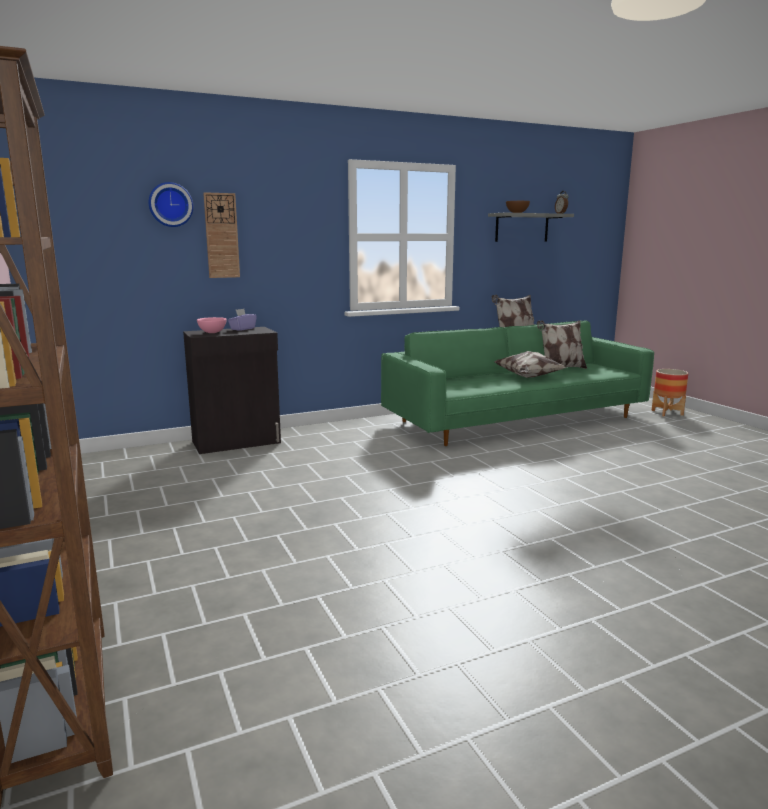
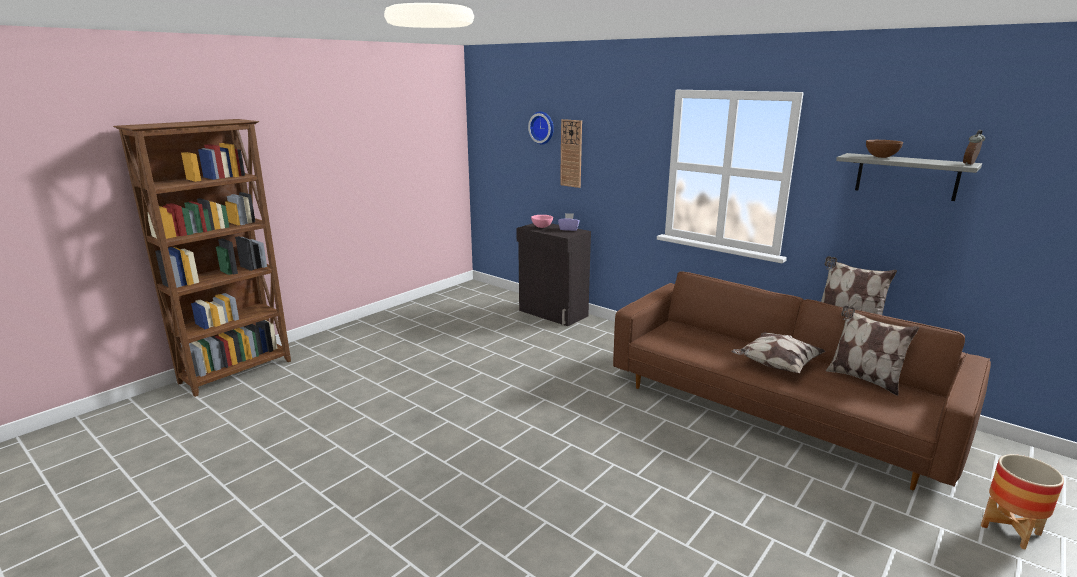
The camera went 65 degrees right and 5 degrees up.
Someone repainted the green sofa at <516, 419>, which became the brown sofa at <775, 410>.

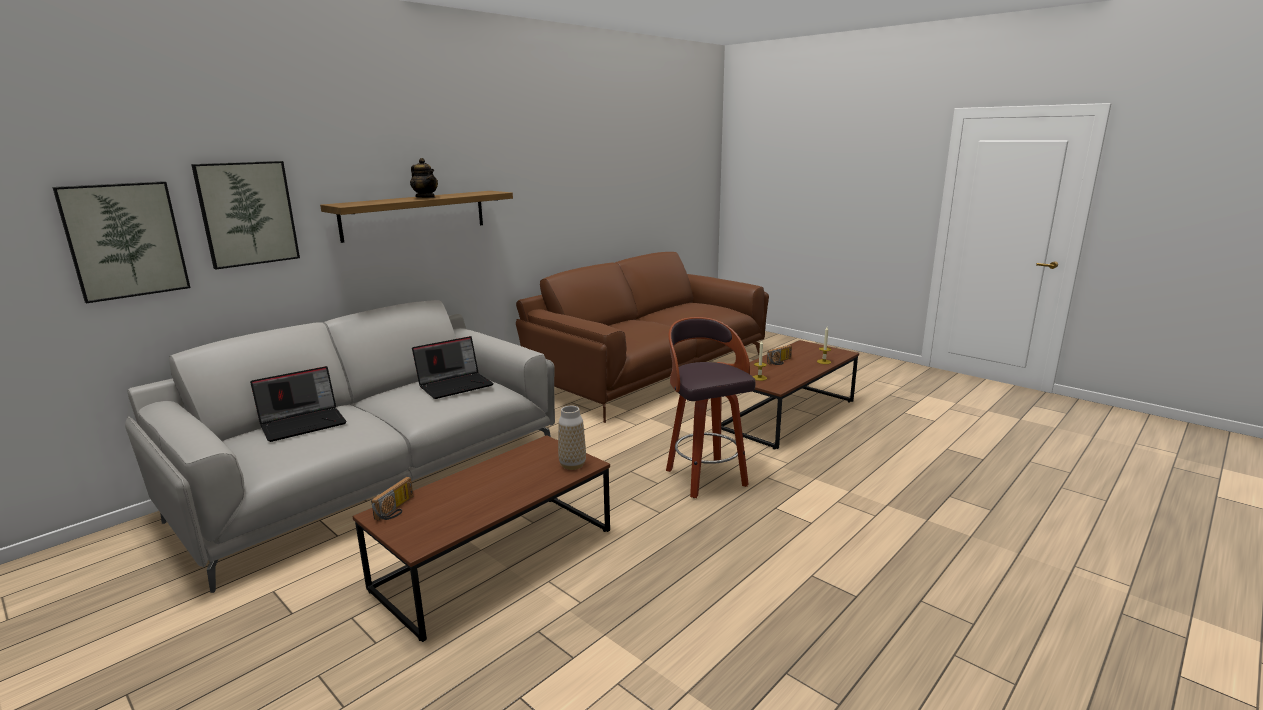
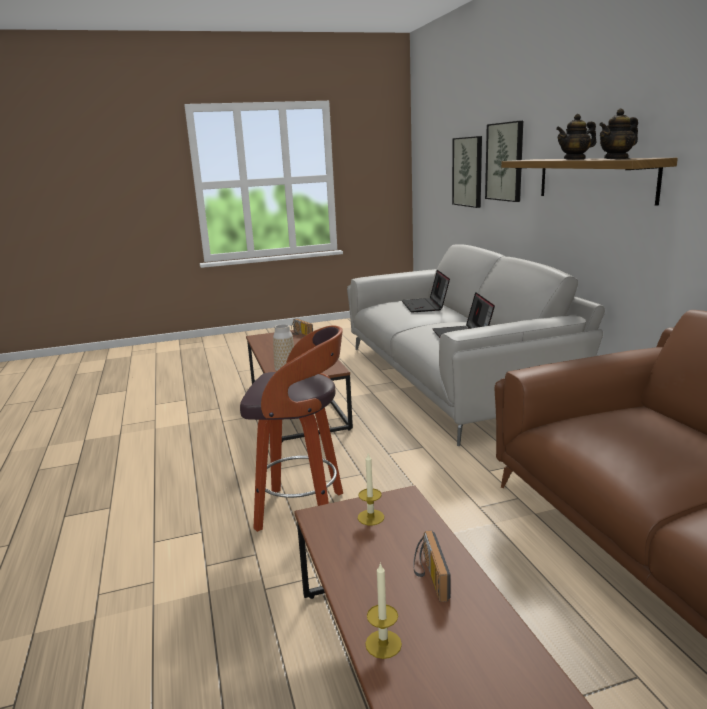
The camera went 120 degrees right and 0 degrees up.
Someone put down the teapot at <616, 159>.

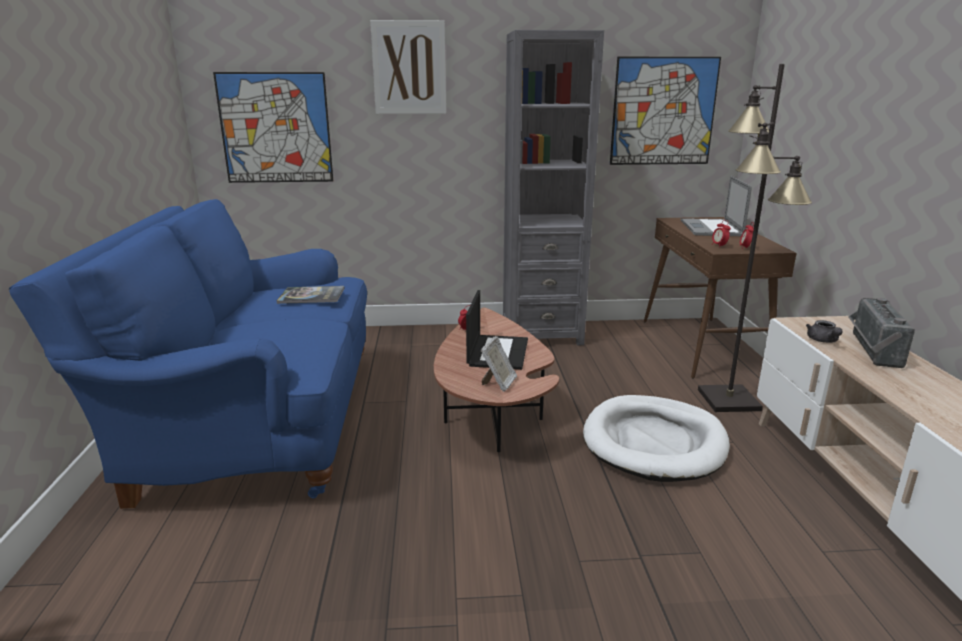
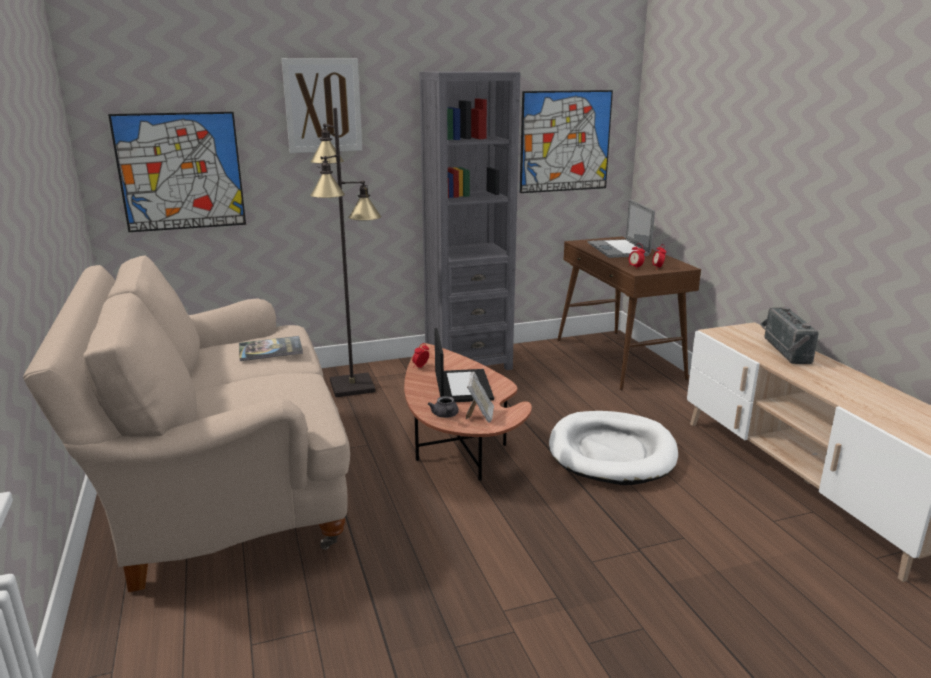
The camera went 15 degrees left and 0 degrees up.
Someone repainted the blue sofa at <254, 424>, which became the beige sofa at <221, 488>.
Someone carried the black floor lamp from <729, 399> to <353, 386>.
Someone carried the grey teapot from <823, 341> to <445, 415>.

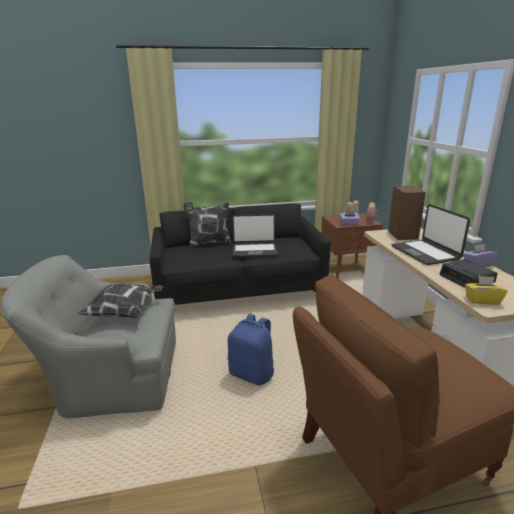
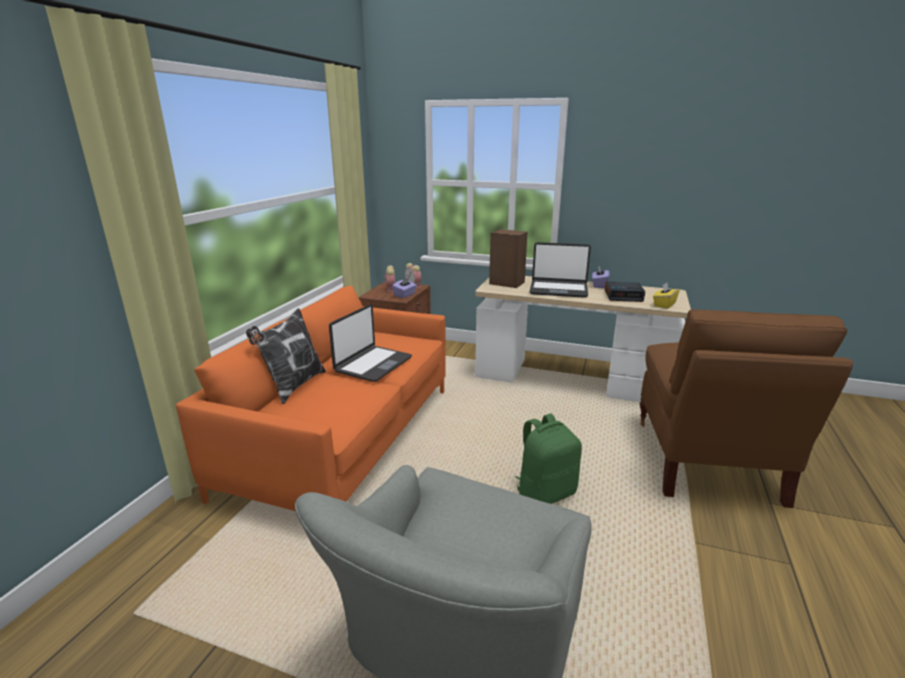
The camera went 60 degrees left and 0 degrees up.
Someone repainted the black sofa at <239, 290>, which became the orange sofa at <345, 438>.
Someone repainted the blue backpack at <252, 374>, which became the green backpack at <545, 492>.
Someone took away the pillow at <125, 312>.

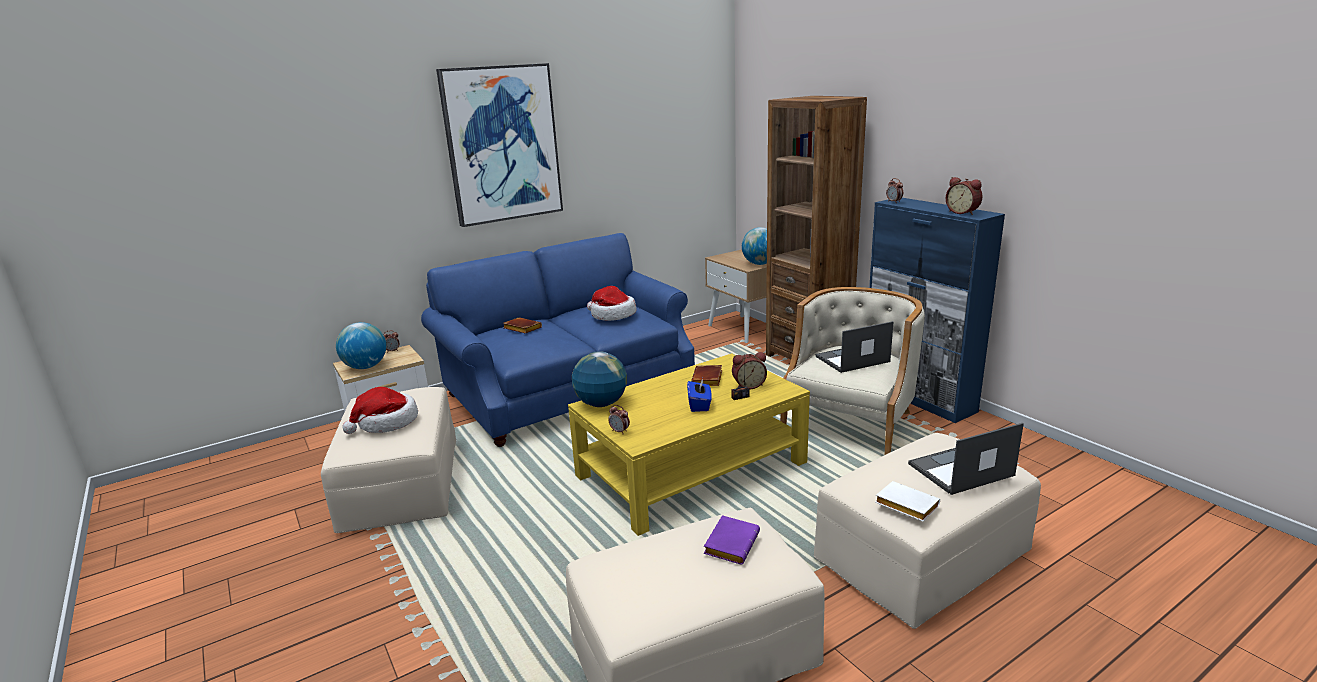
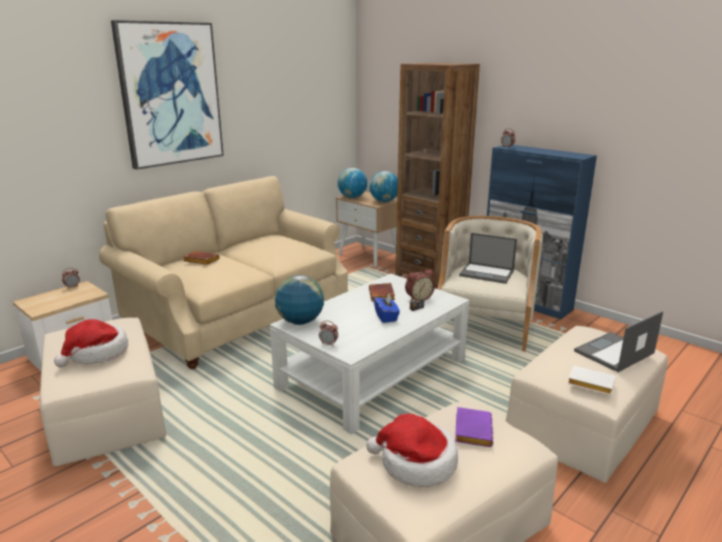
The camera went 15 degrees left and 0 degrees up.
Someone repainted the blue sofa at <569, 390>, which became the beige sofa at <238, 314>.
Someone repainted the yellow coffee table at <692, 468>, which became the white coffee table at <373, 372>.
Someone carried the globe from <365, 367> to <352, 197>.
Someone carried the hat from <612, 315> to <416, 463>.
Someone rotated the laptop at <851, 359> by 120 degrees counterclockwise.
Someone took away the alarm clock at <963, 212>.

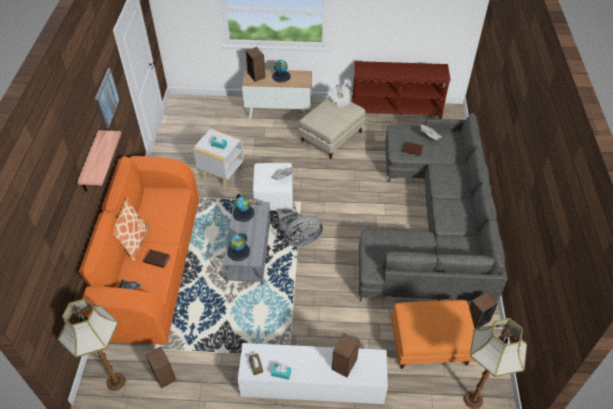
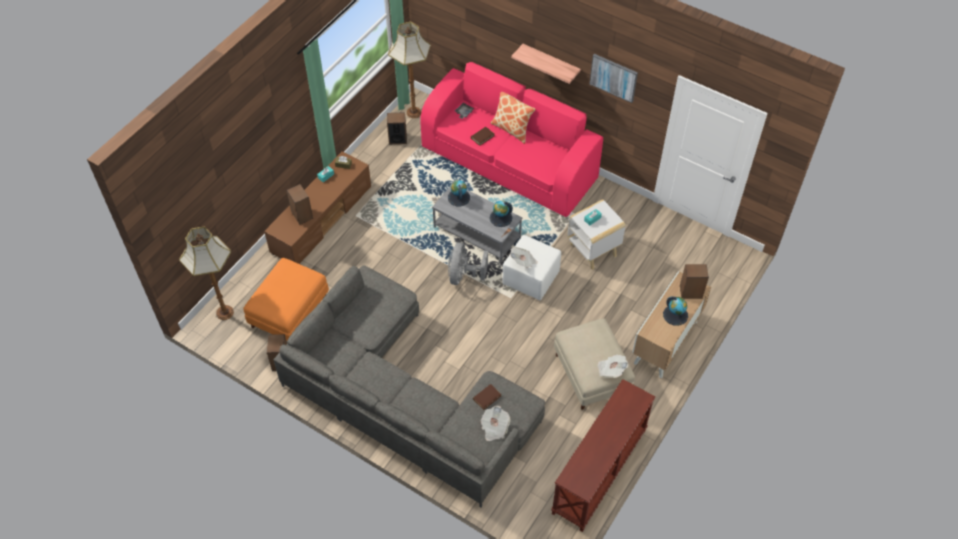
The camera went 120 degrees right and 5 degrees up.
Someone repainted the white tv stand at <312, 383>, which became the brown tv stand at <322, 219>.
Someone repainted the orange sofa at <152, 265>, which became the pink sofa at <509, 163>.

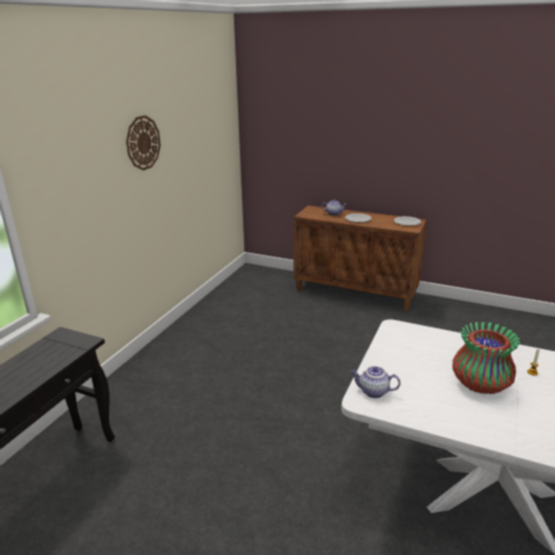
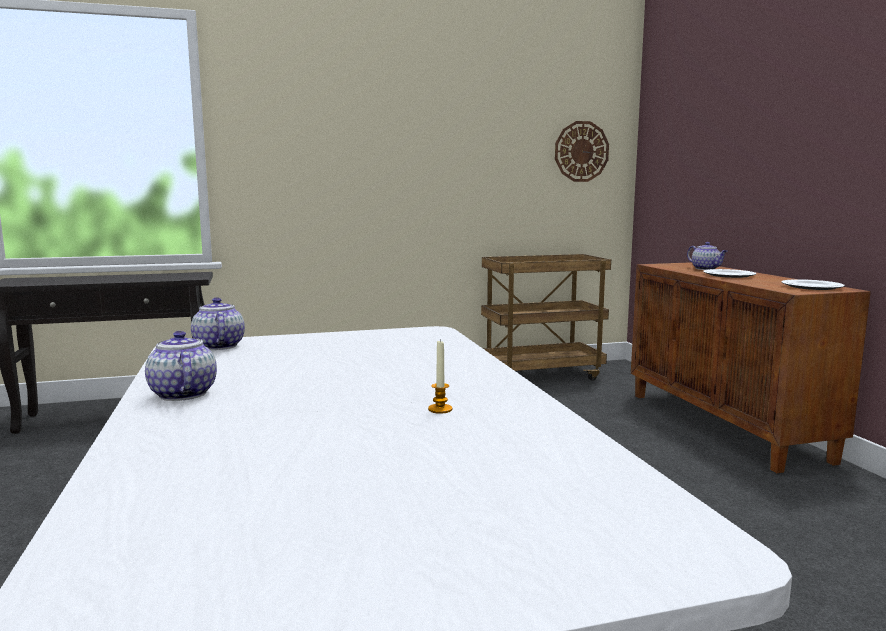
The camera went 50 degrees right and 15 degrees down.
Someone put down the teapot at <182, 394>.
Someone put down the brown cart at <542, 376>.
Someone carried the wall clock from <143, 143> to <581, 151>.
Someone took away the vase at <479, 384>.

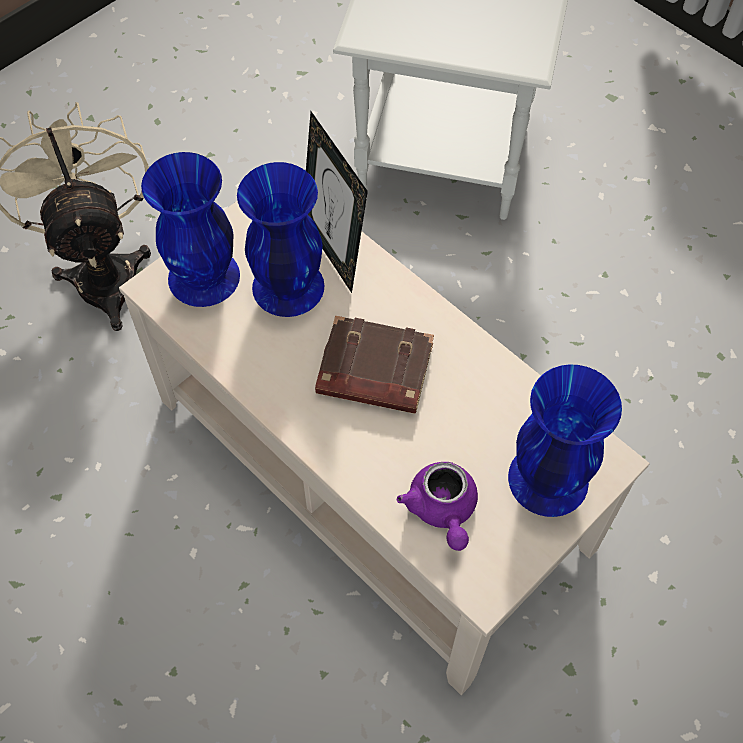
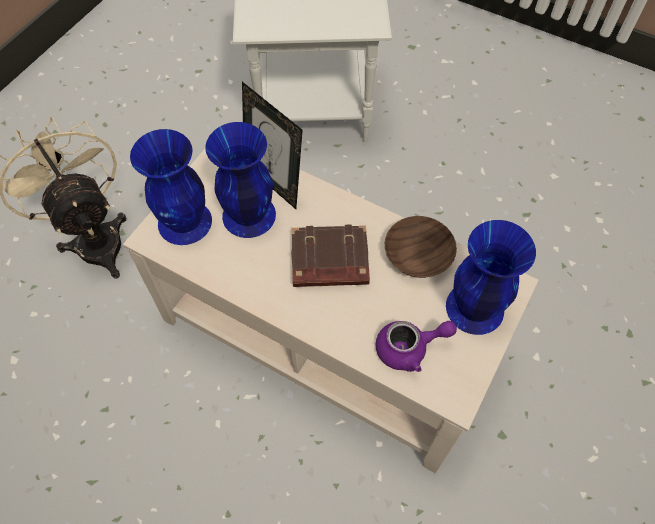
The camera went 15 degrees left and 0 degrees up.
Someone rotated the purple teapot at <442, 510> by 75 degrees counterclockwise.
Someone put down the brown bowl at <416, 256>.

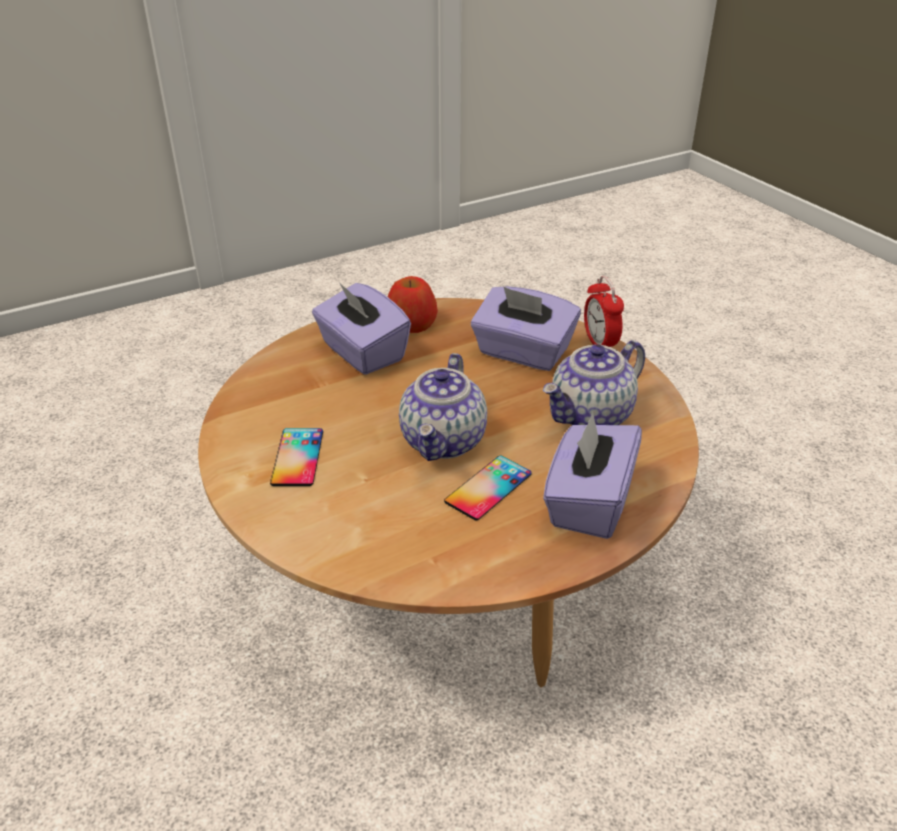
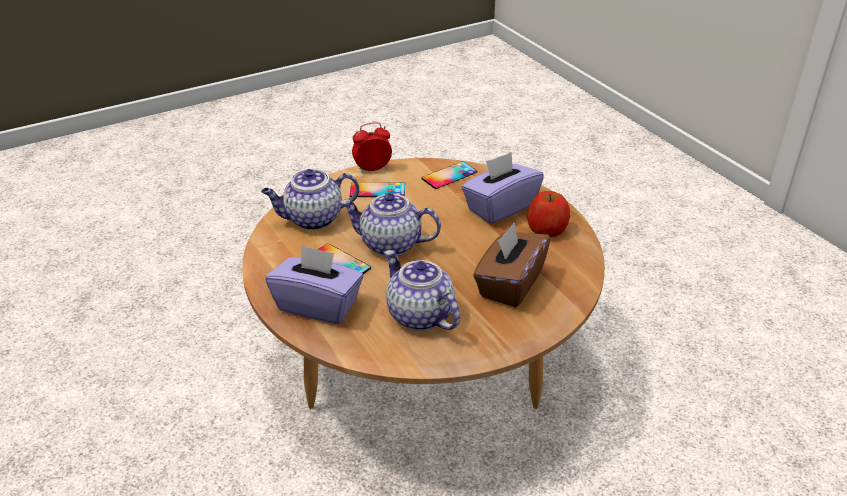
The camera went 90 degrees right and 0 degrees up.
Someone put down the teapot at <312, 219>.
Someone carried the alarm clock from <599, 344> to <372, 169>.
Someone put down the phone at <449, 175>.
Someone repainted the purple tissue box at <522, 353>, which became the brown tissue box at <509, 284>.

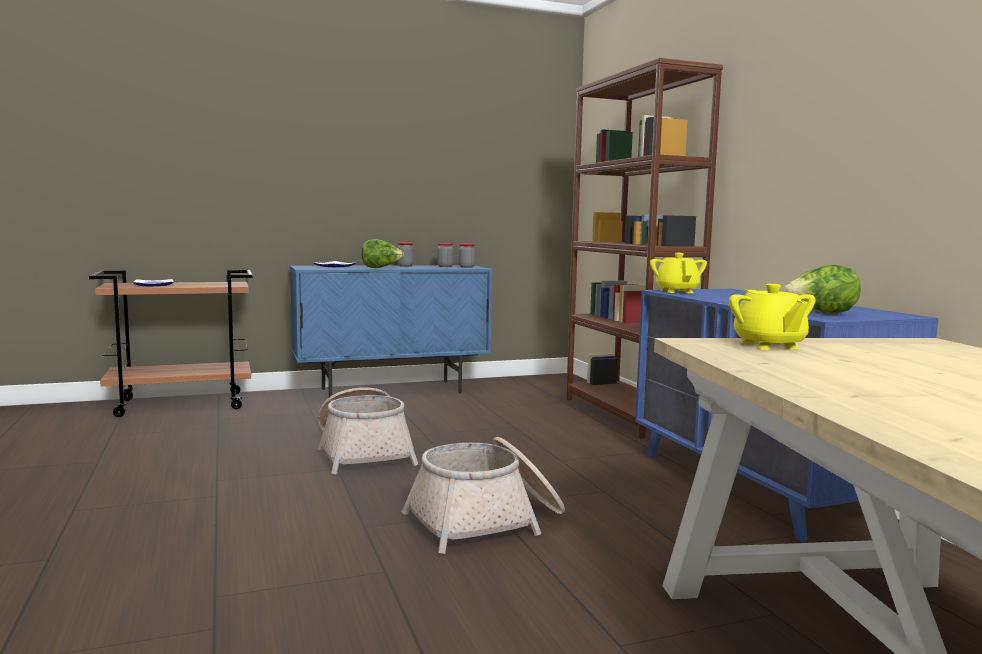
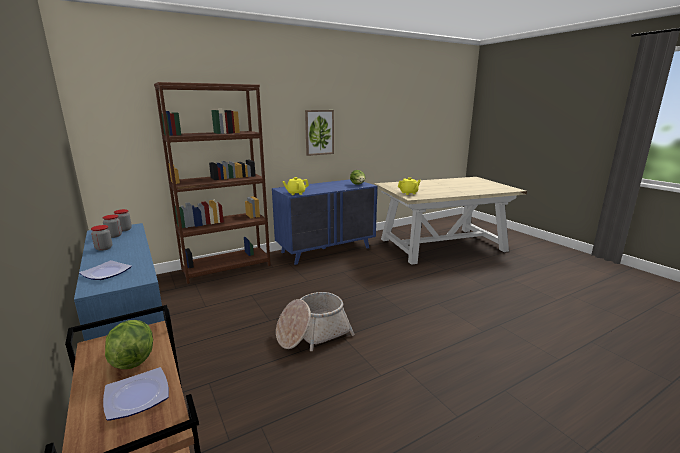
The camera went 100 degrees left and 10 degrees up.
Someone carried the lettuce from <381, 268> to <133, 358>.
Someone put up the picture at <319, 132>.
Someone took away the basket at <487, 521>.

